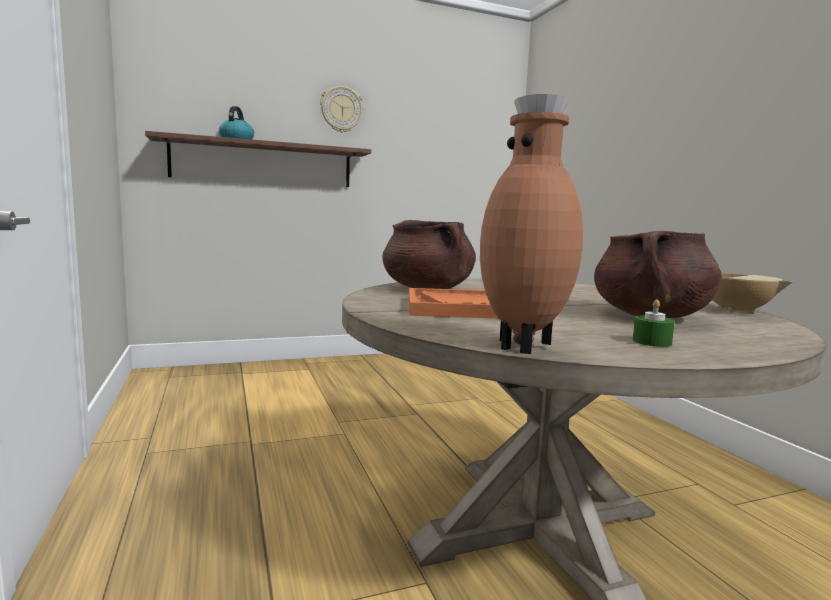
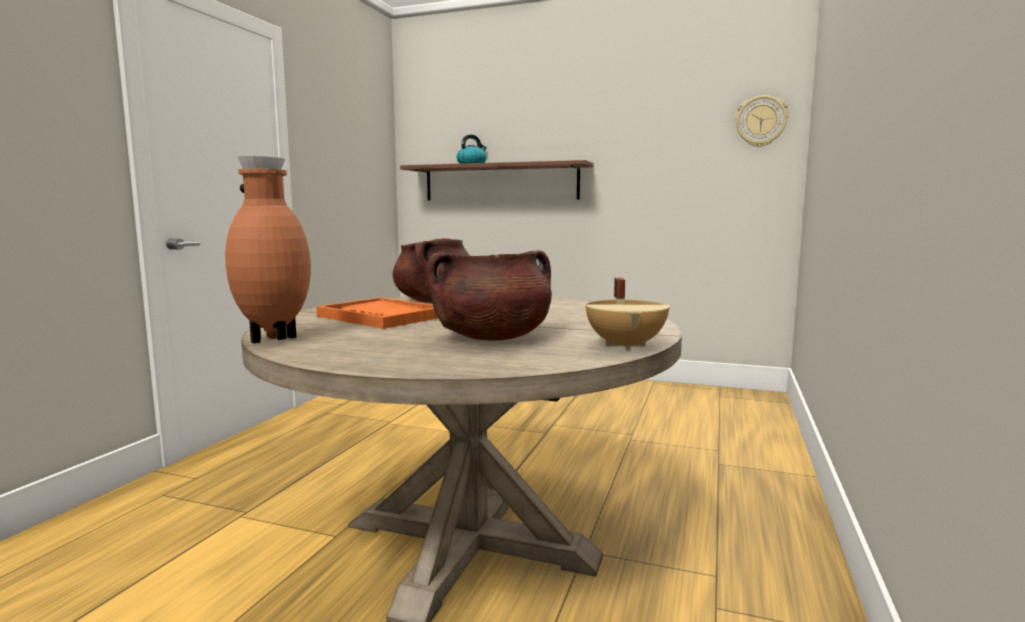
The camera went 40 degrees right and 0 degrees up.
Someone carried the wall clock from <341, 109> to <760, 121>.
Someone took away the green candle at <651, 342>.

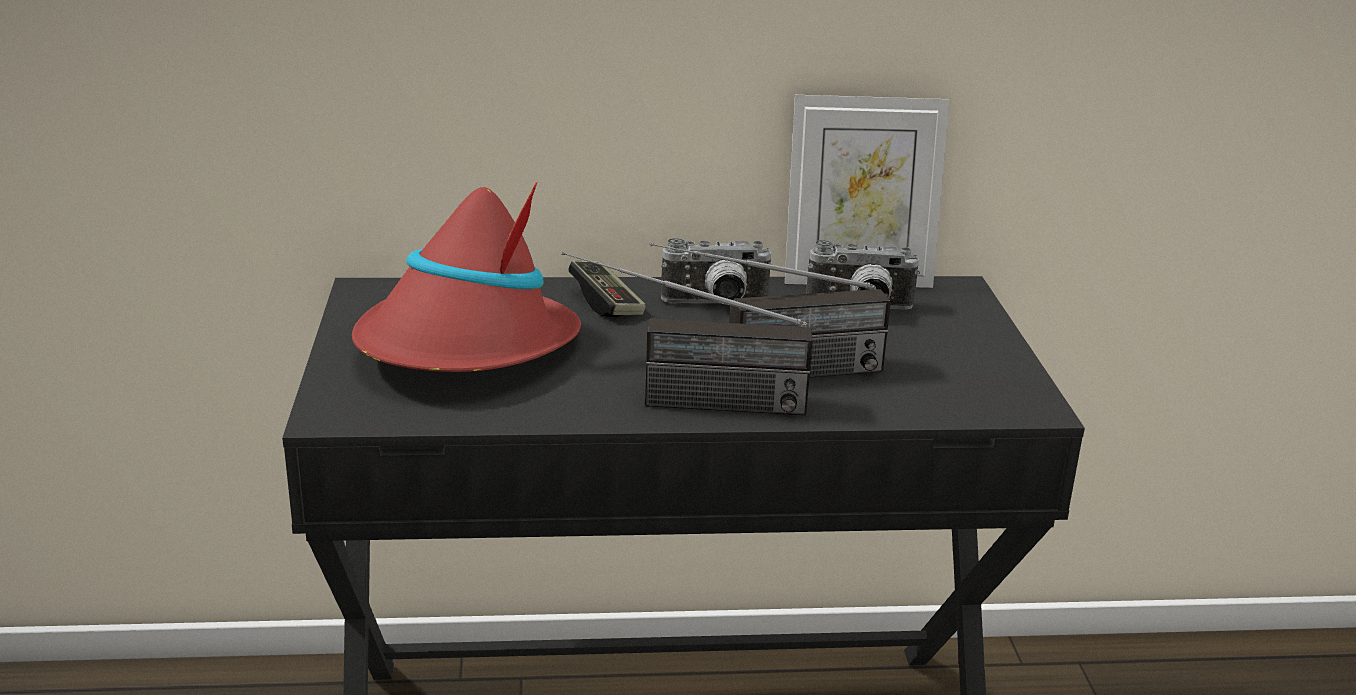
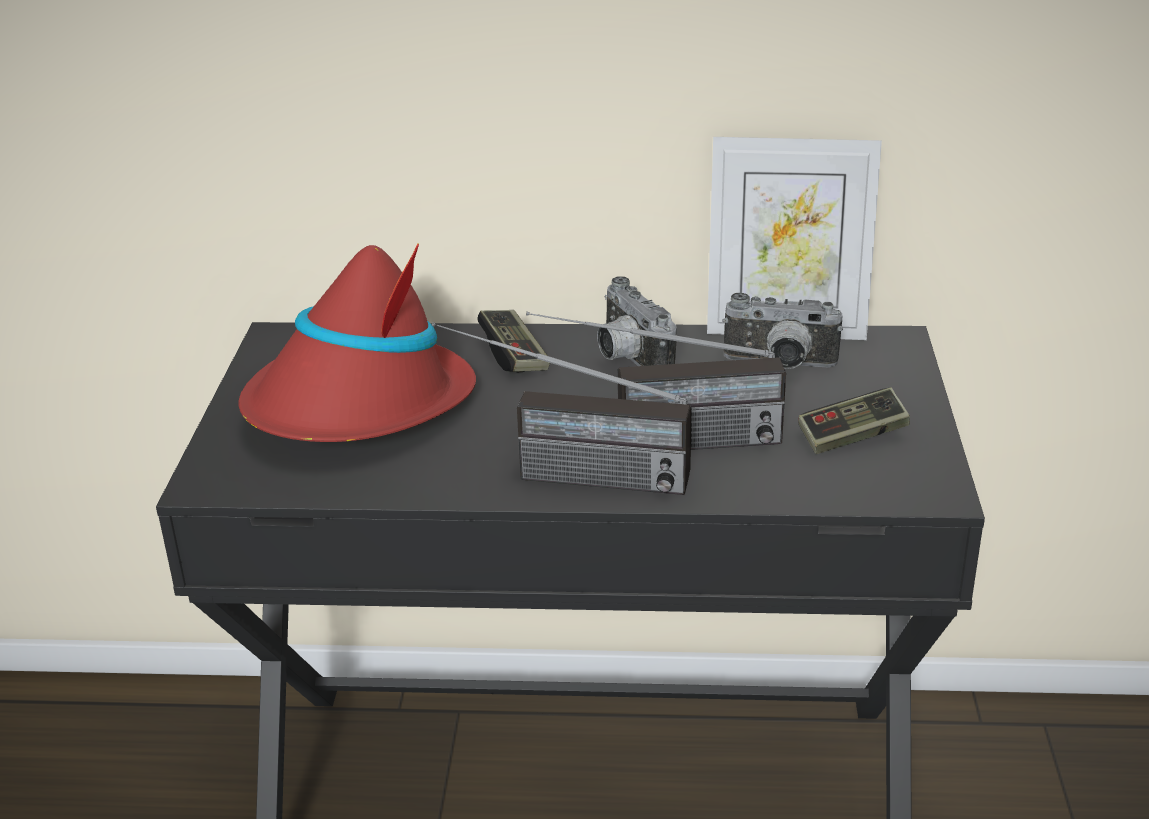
The camera went 10 degrees right and 5 degrees up.
Someone rotated the photo camera at <716, 305> by 60 degrees clockwise.
Someone put down the game controller at <852, 436>.

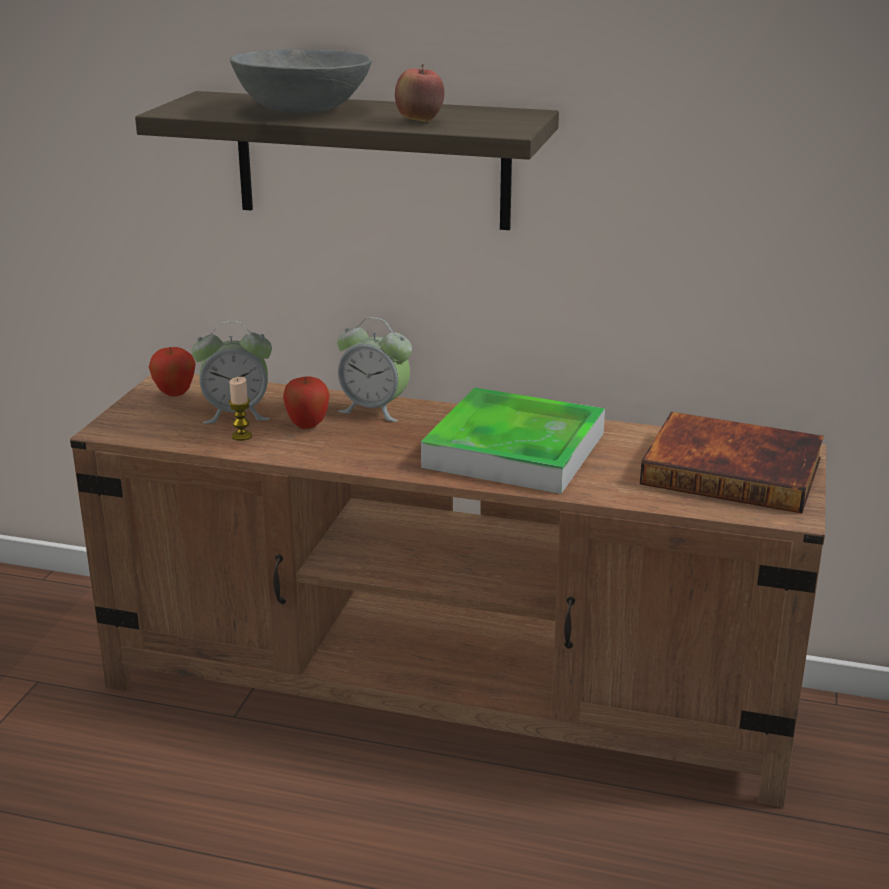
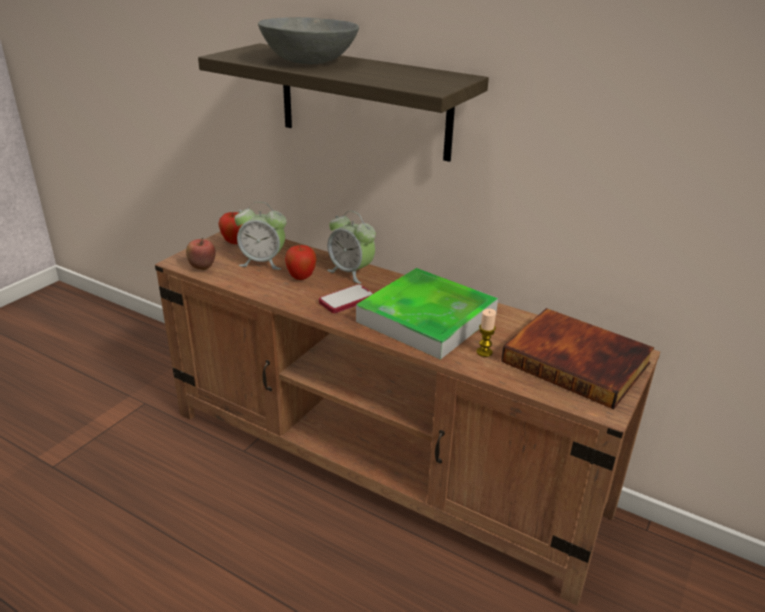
The camera went 15 degrees right and 5 degrees up.
Someone carried the apple from <419, 121> to <202, 268>.
Someone put down the phone at <346, 300>.
Someone carried the candle from <242, 436> to <484, 352>.

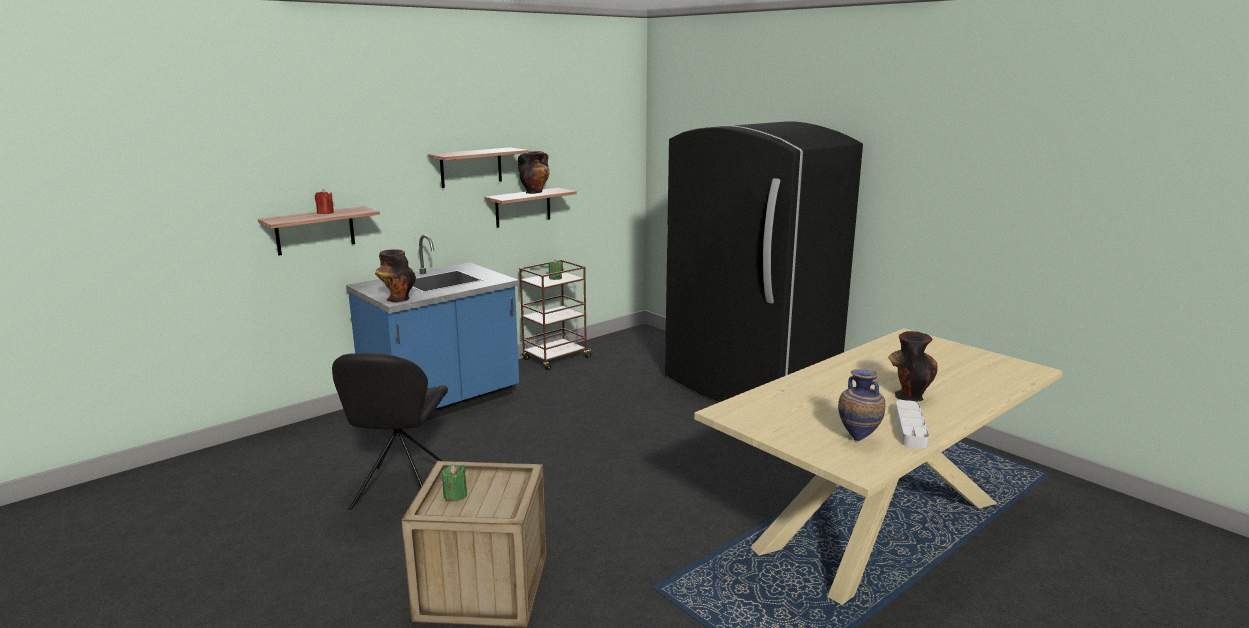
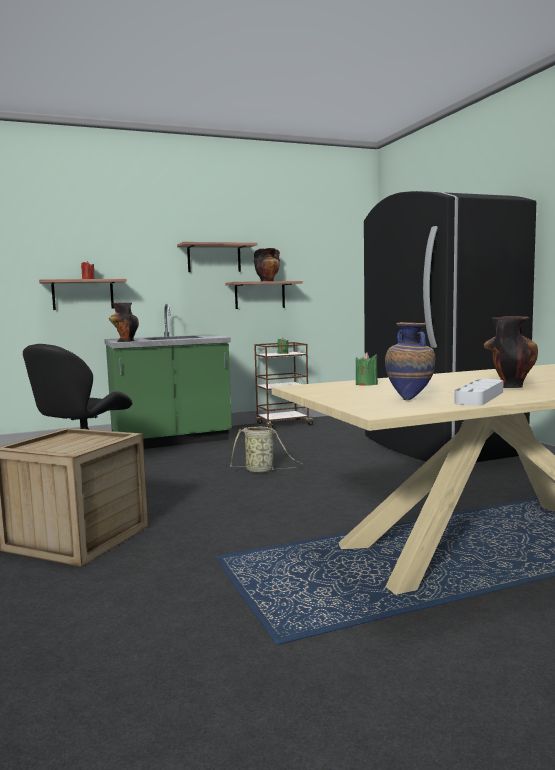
The camera went 20 degrees right and 10 degrees down.
Someone repainted the blue counter at <442, 402>, which became the green counter at <171, 440>.
Someone put down the basket at <261, 470>.
Someone carried the green candle from <455, 495> to <366, 384>.

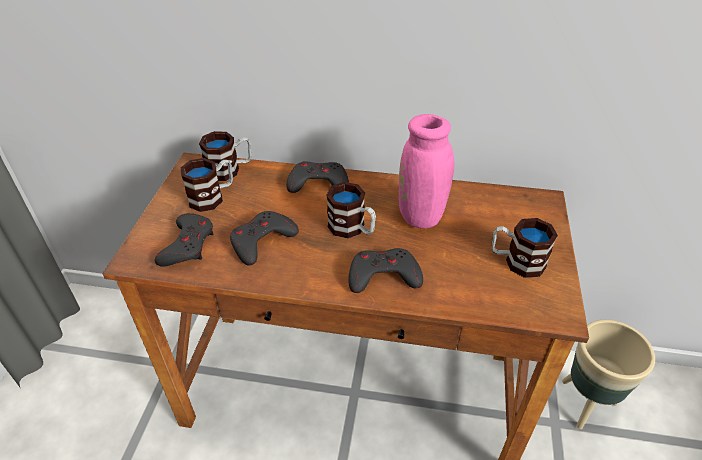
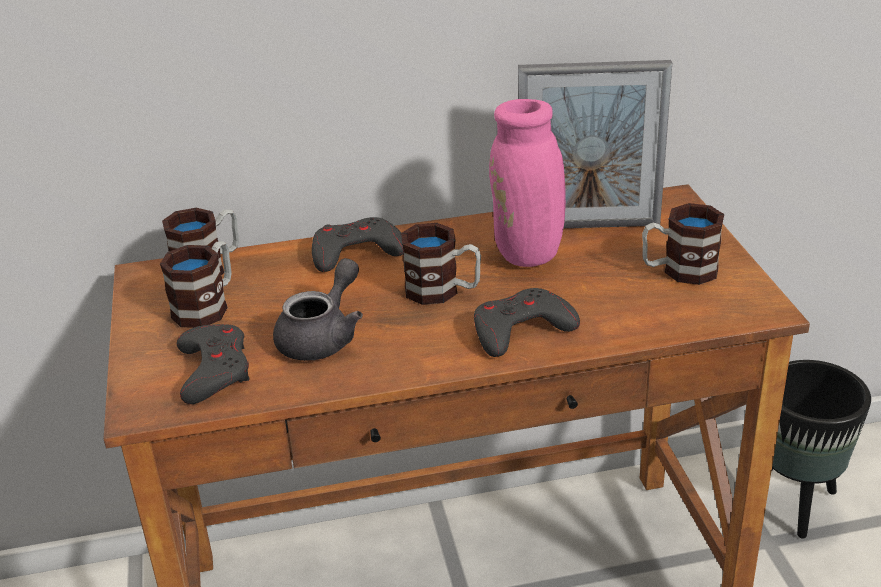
The camera went 20 degrees left and 10 degrees down.
Someone swapped the grey game controller at <262, 241> for the grey teapot at <323, 337>.
Someone put down the picture frame at <589, 225>.
Someone repainted the beige planter at <586, 403>, which became the black planter at <796, 504>.

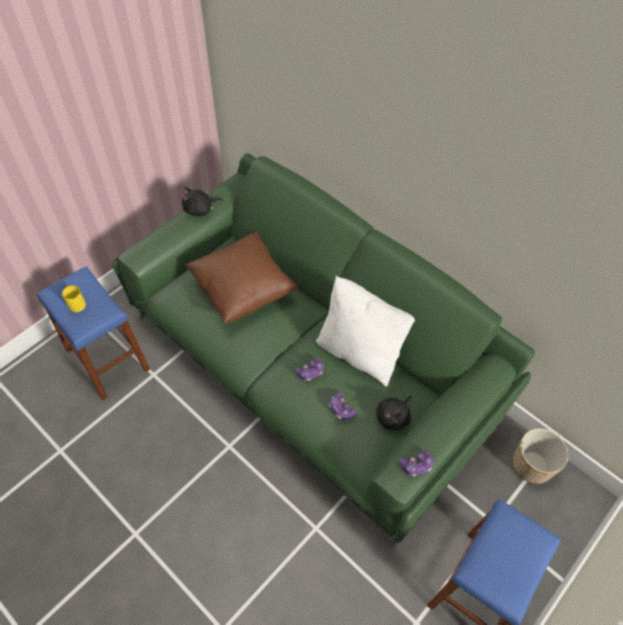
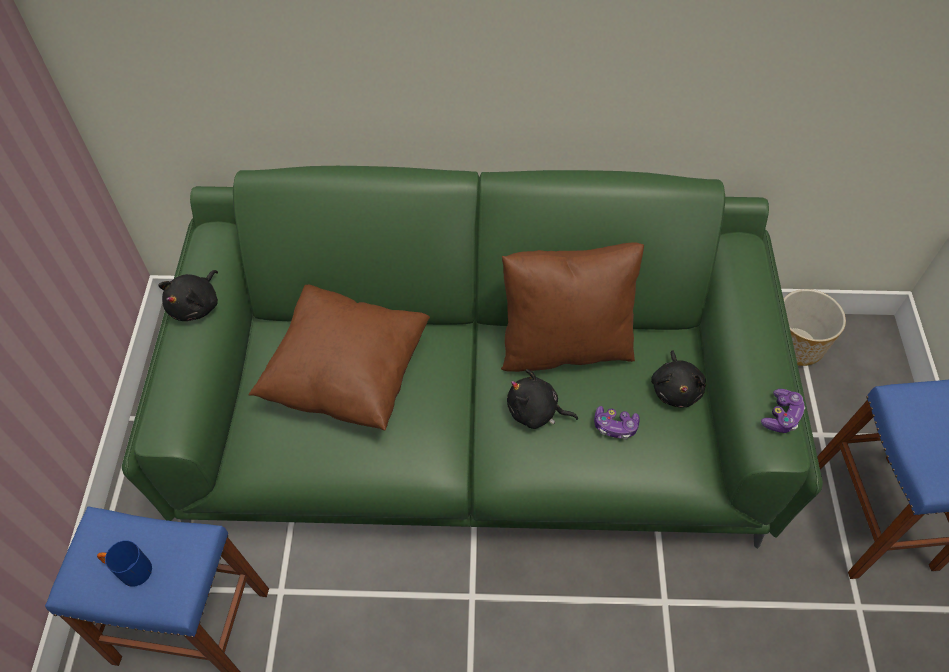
The camera went 40 degrees left and 0 degrees up.
Someone repainted the yellow mug at <75, 303>, which became the blue mug at <130, 570>.
Someone repainted the white pillow at <359, 352>, which became the brown pillow at <564, 344>.
Someone swapped the game controller at <310, 372> for the black plush toy at <535, 412>.

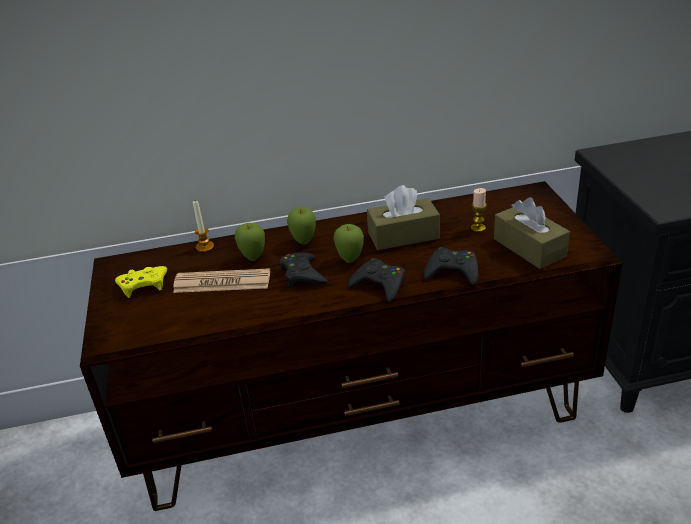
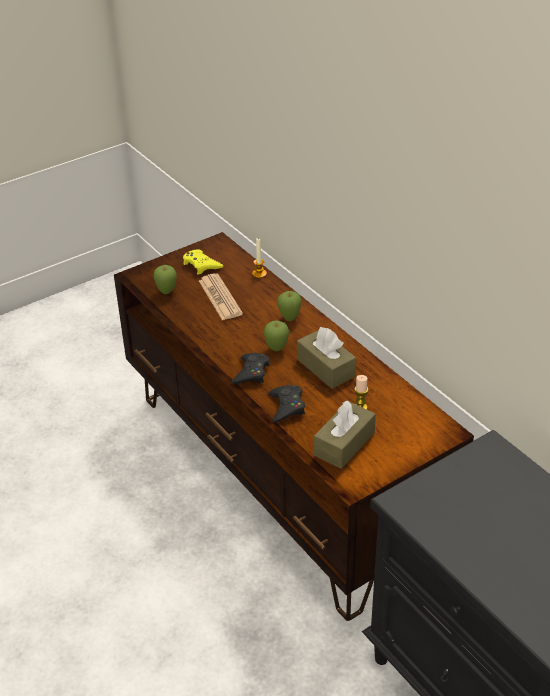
The camera went 65 degrees right and 5 degrees up.
Someone carried the apple from <253, 258> to <166, 292>.
Someone took away the black game controller at <302, 274>.

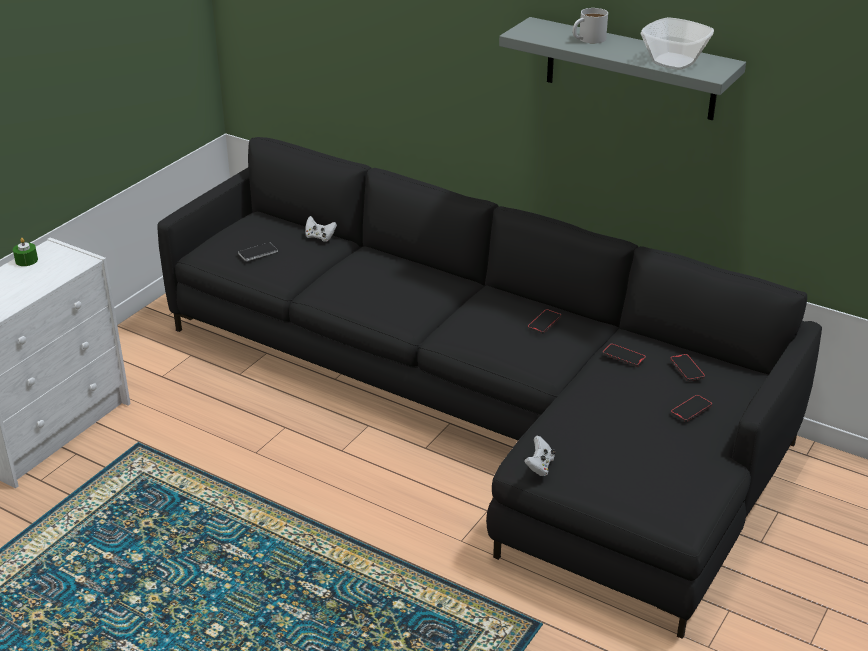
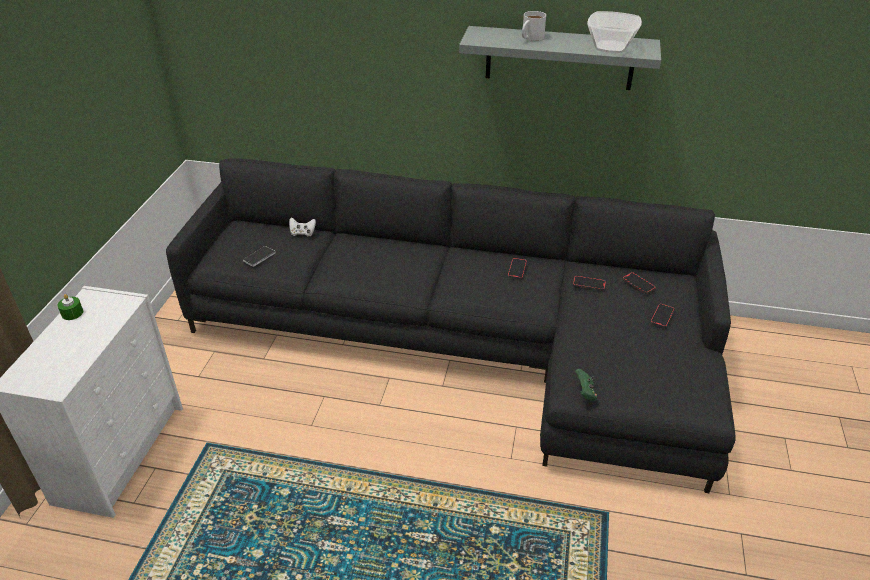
The camera went 20 degrees left and 5 degrees up.
Someone repainted the white game controller at <539, 466>, which became the green game controller at <585, 392>.

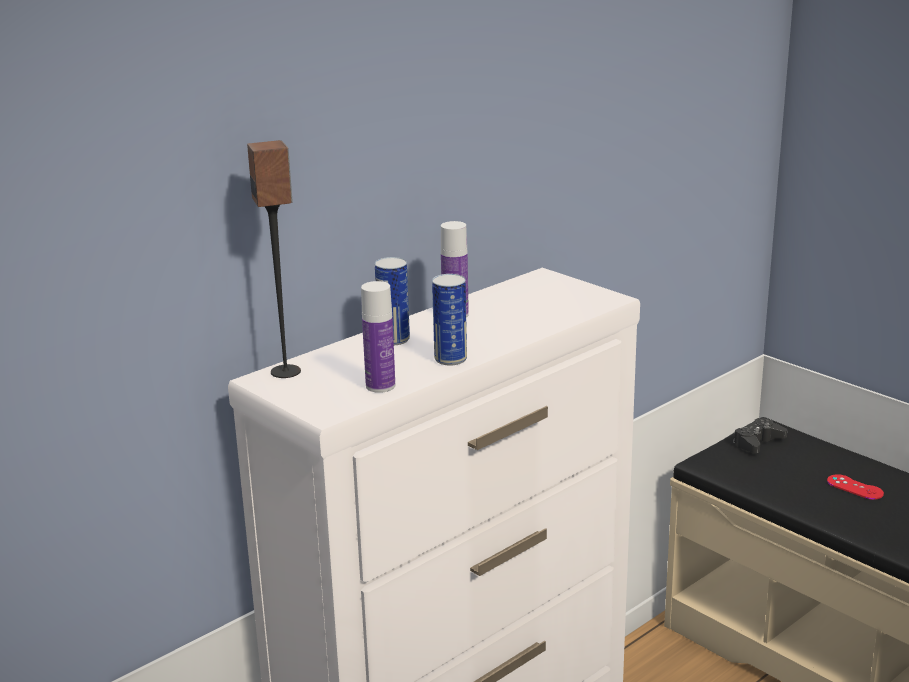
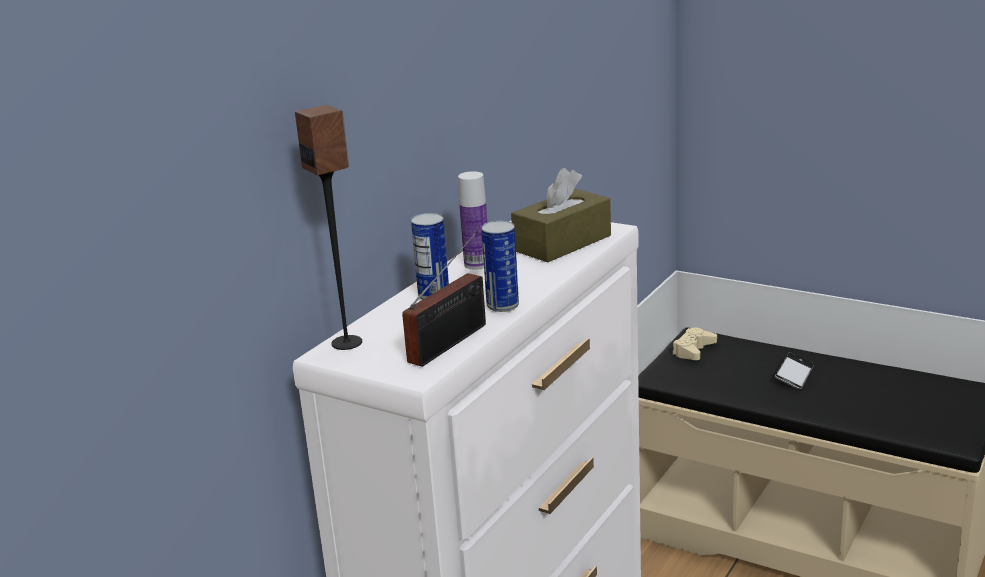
The camera went 15 degrees left and 0 degrees up.
Someone swapped the bottle at <380, 386> for the radio at <452, 341>.
Someone put down the brown tissue box at <562, 243>.
Someone repainted the black game controller at <758, 442>, which became the beige game controller at <693, 350>.
Someone swapped the red game controller at <855, 487> for the phone at <794, 375>.

